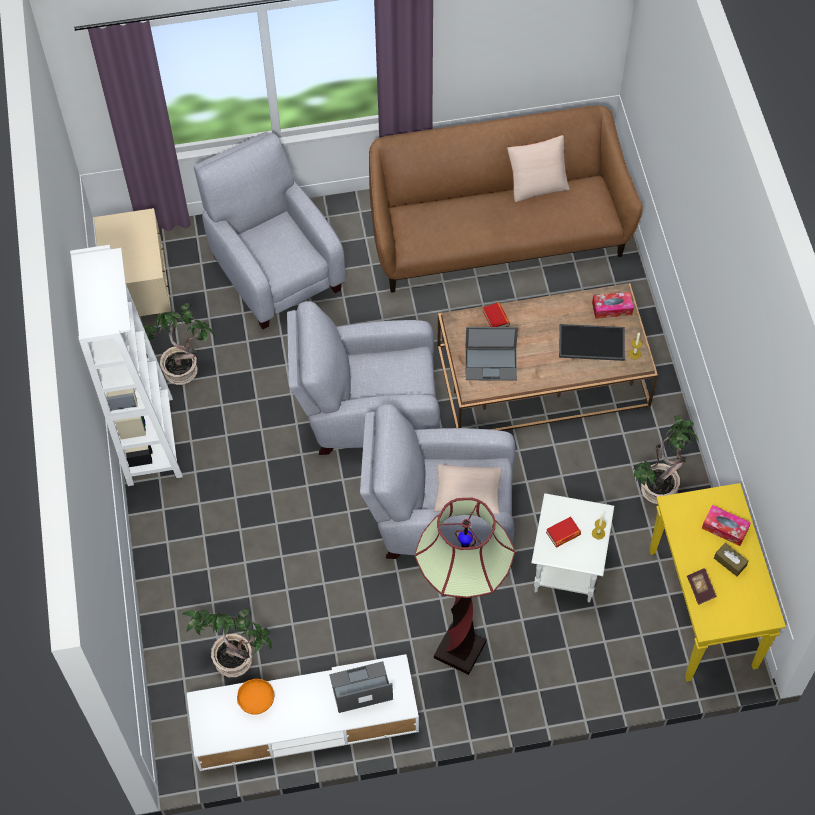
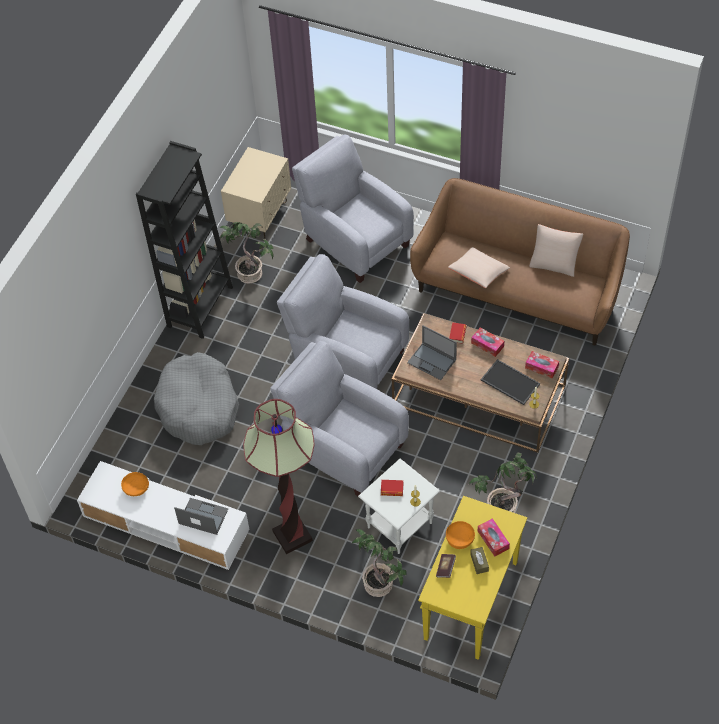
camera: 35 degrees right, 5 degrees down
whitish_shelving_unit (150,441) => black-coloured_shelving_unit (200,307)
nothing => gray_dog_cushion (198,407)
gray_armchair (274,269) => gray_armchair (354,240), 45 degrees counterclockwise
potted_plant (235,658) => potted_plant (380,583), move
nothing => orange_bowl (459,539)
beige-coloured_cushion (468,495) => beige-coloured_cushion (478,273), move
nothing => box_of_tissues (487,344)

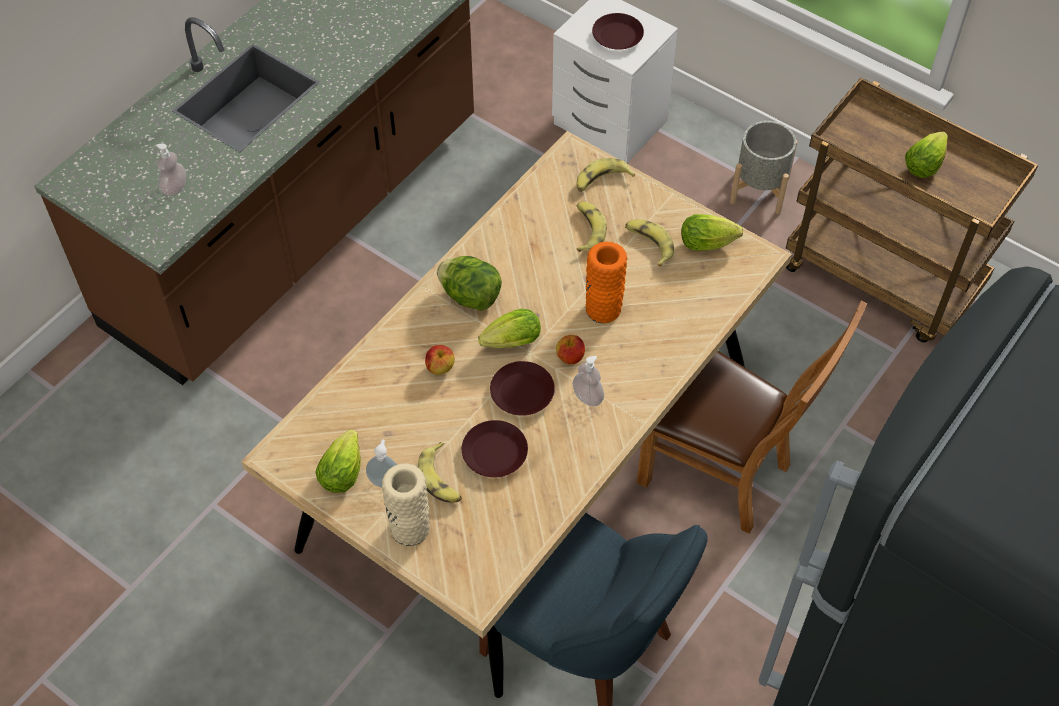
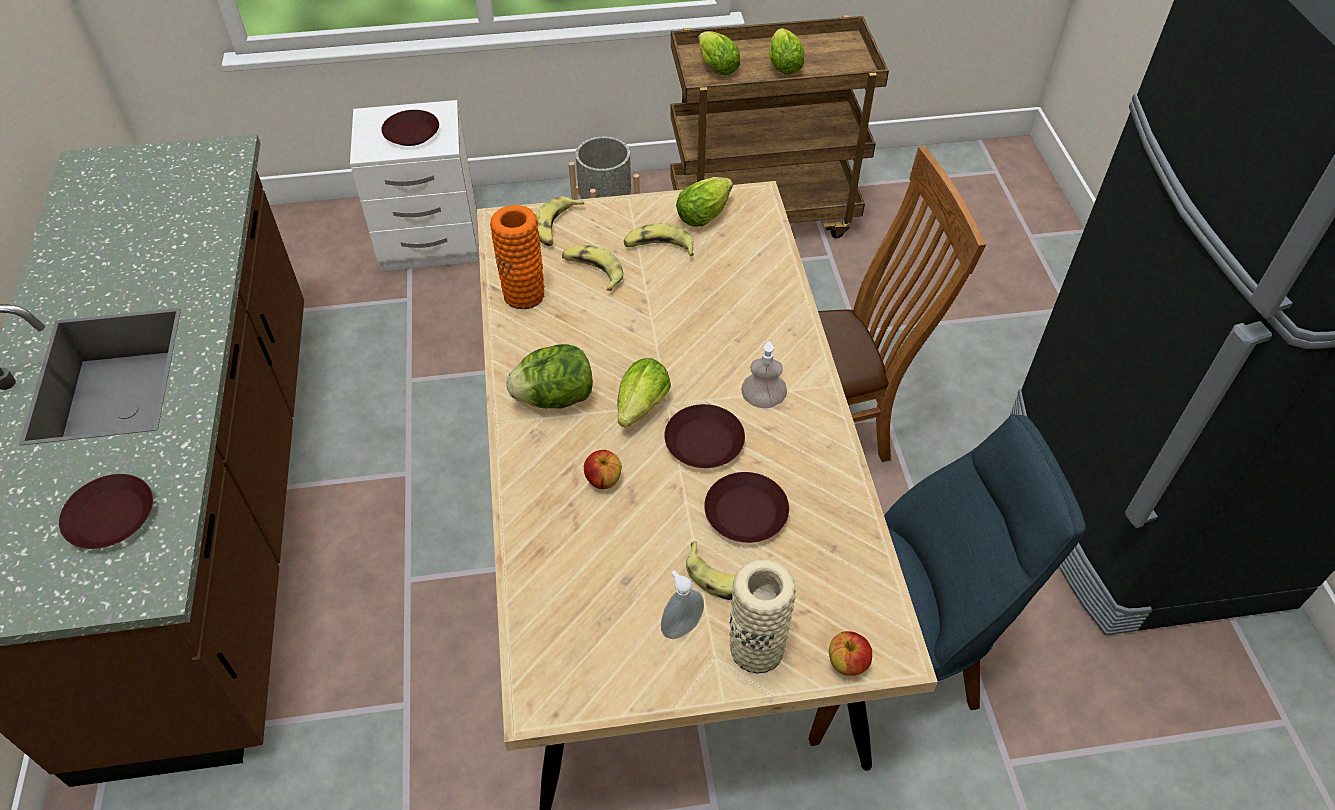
camera: 45 degrees left, 5 degrees down
liquid_soap_bottle (175,187) => brown_dinner_plate (112,517)
orange_vase (603,308) => orange_vase (524,294), move
head_of_lettuce (343,469) => head_of_lettuce (715,66), move
apple (570,357) => apple (847,663), move

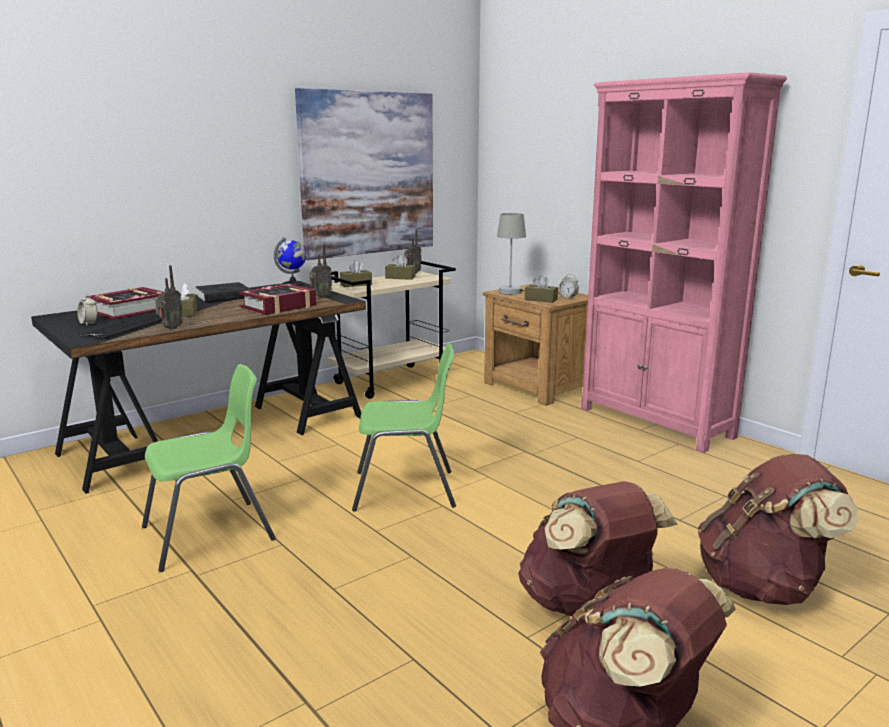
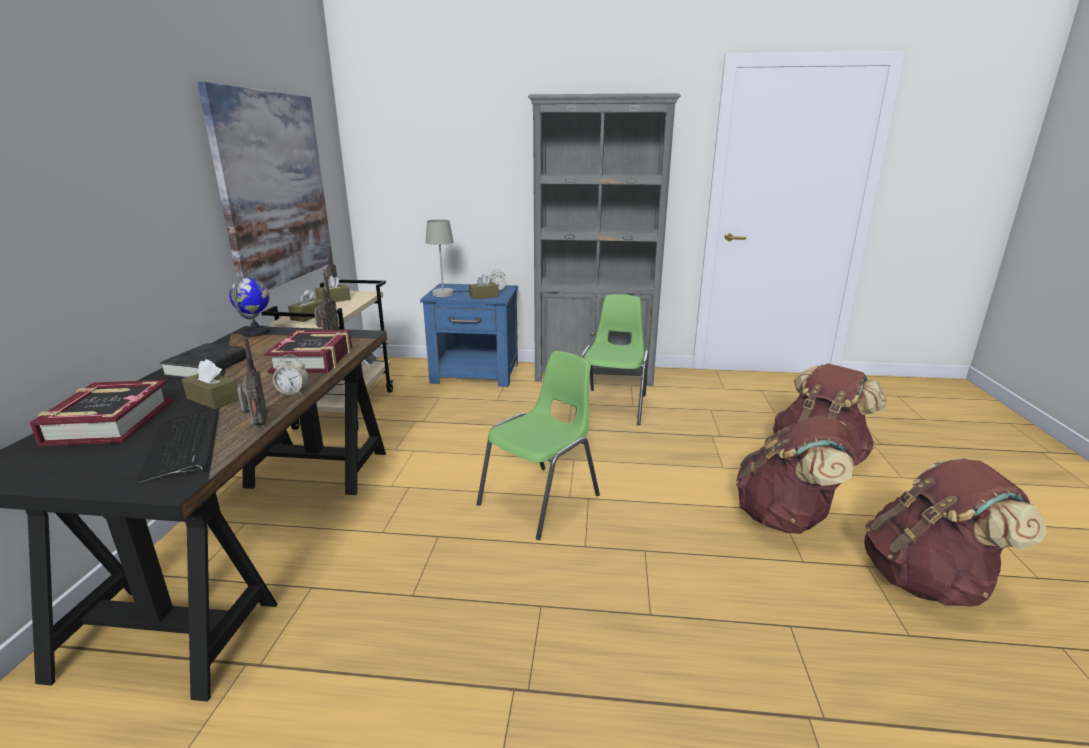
camera: 45 degrees left, 5 degrees up
table_clock (89,324) => table_clock (293,393), move
brown_nightstand (538,387) => bluish_nightstand (476,373)
pink_shelving_unit (656,423) => gray_shelving_unit (595,375)
greenish_upright_chair (211,534) => greenish_upright_chair (613,406), move

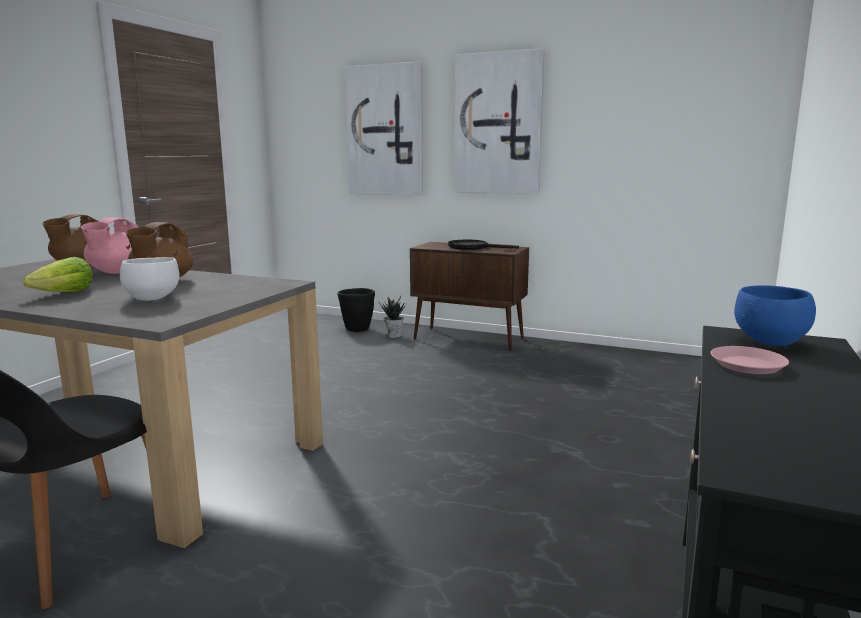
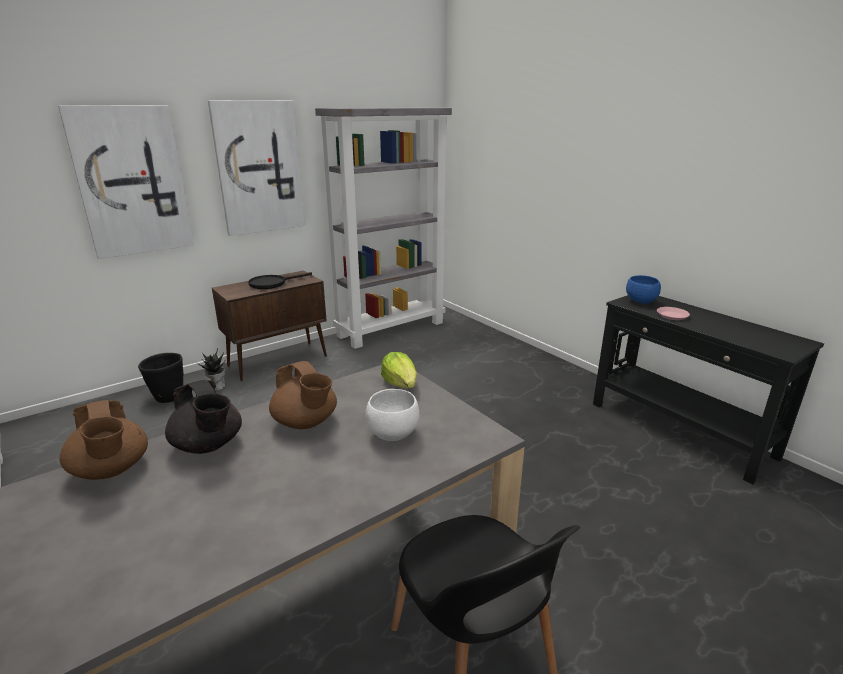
camera: 60 degrees left, 10 degrees up
pink_pot_for_tea (116,272) => black-coloured_pot_for_tea (208,445)
nothing => gray_shelving_unit (391,329)
head_of_lettuce (65,293) => head_of_lettuce (401,384), move

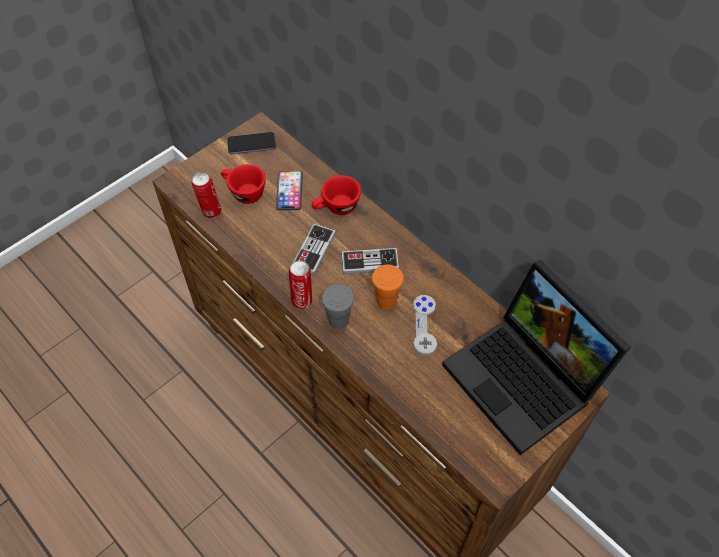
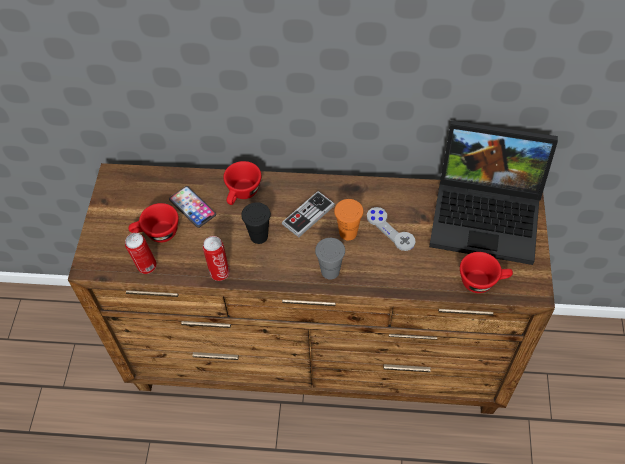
camera: 40 degrees left, 0 degrees up
metal_can (302,300) => metal_can (219,272), move
game_controller (314,250) => black-coloured_drinking_cup (259,236)
nothing => reddish_drinking_cup (482,281)
telephone (251,144) => nothing

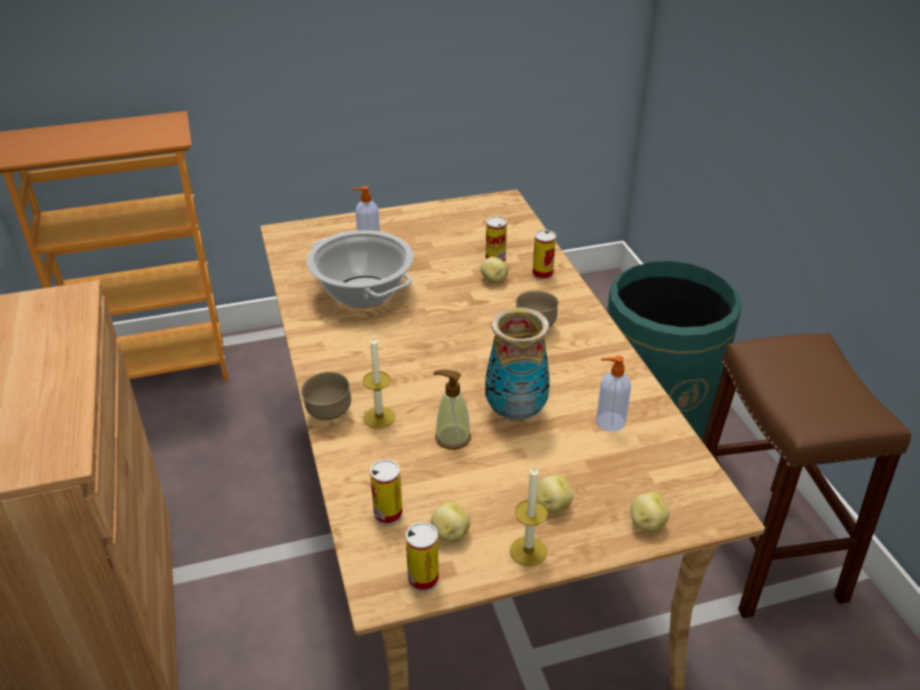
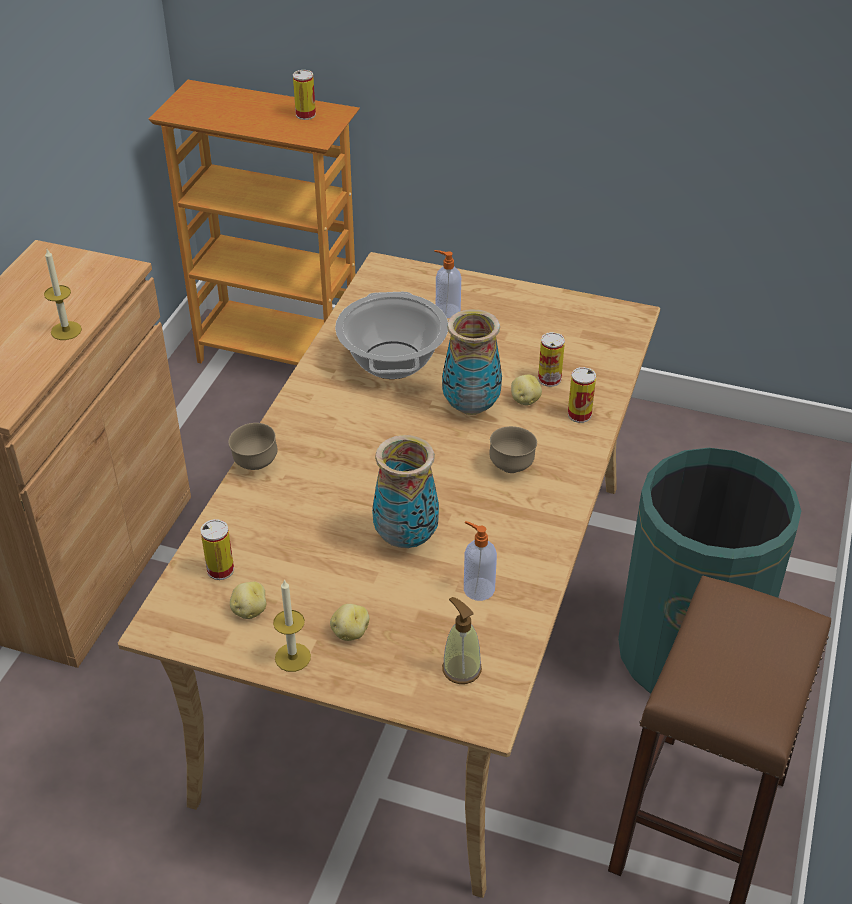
camera: 35 degrees right, 5 degrees up
candle (379,417) => candle (66,331), move
metal_can (423,578) => metal_can (305,115), move
nothing => vase (470,406)
liquid_soap_bottle (452,438) => liquid_soap_bottle (461,669), move
spud (646,523) => nothing

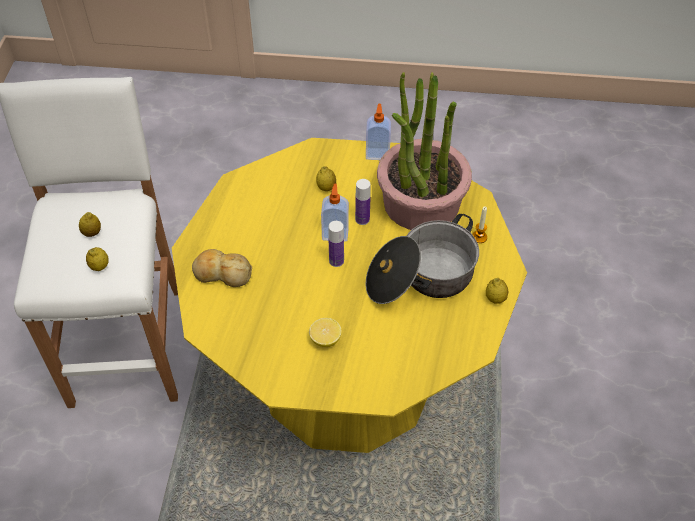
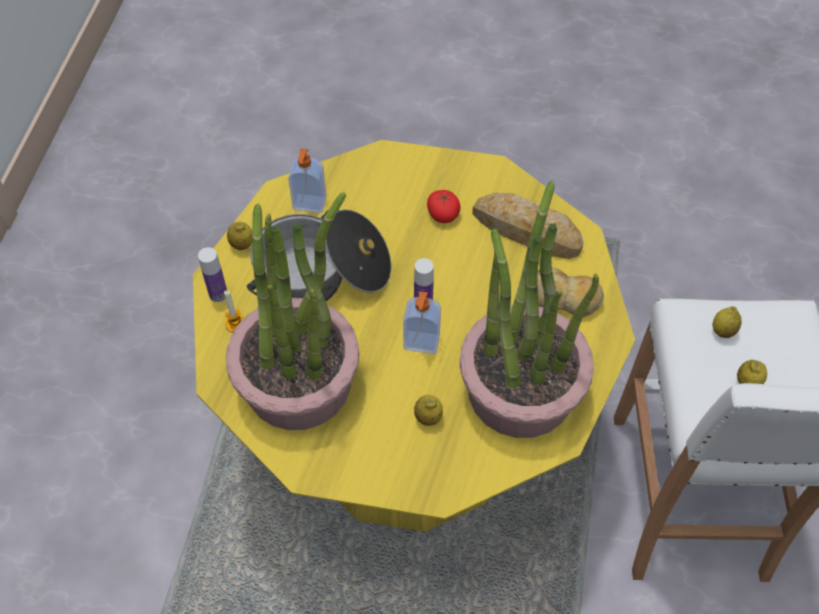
camera: 175 degrees left, 5 degrees up
beverage_bottle (362,219) => beverage_bottle (218,294), move
liquid_soap_bottle (377,153) => liquid_soap_bottle (309,204), move
whole_lemon (325,339) => fresh_tomato (443,214)
nothing => potted_plant (520,388)
nothing => baked_bread (527,230)

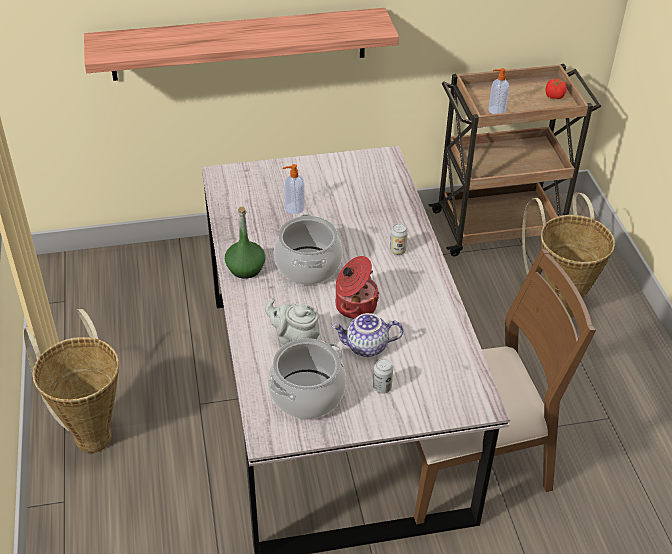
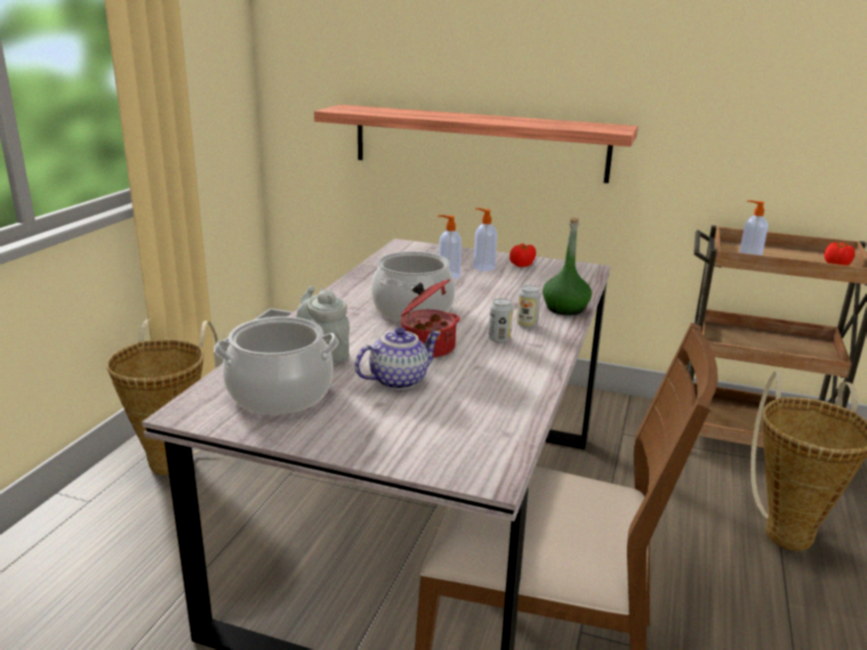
camera: 30 degrees right, 20 degrees down
pot_for_tea (366,347) => pot_for_tea (398,380), 120 degrees clockwise
nothing => liquid_soap_bottle (483,267)
metal_can (382,387) => metal_can (499,339), move
nothing => fresh_tomato (521,265)
greenish_beverage_bottle (246,268) => greenish_beverage_bottle (565,309), move

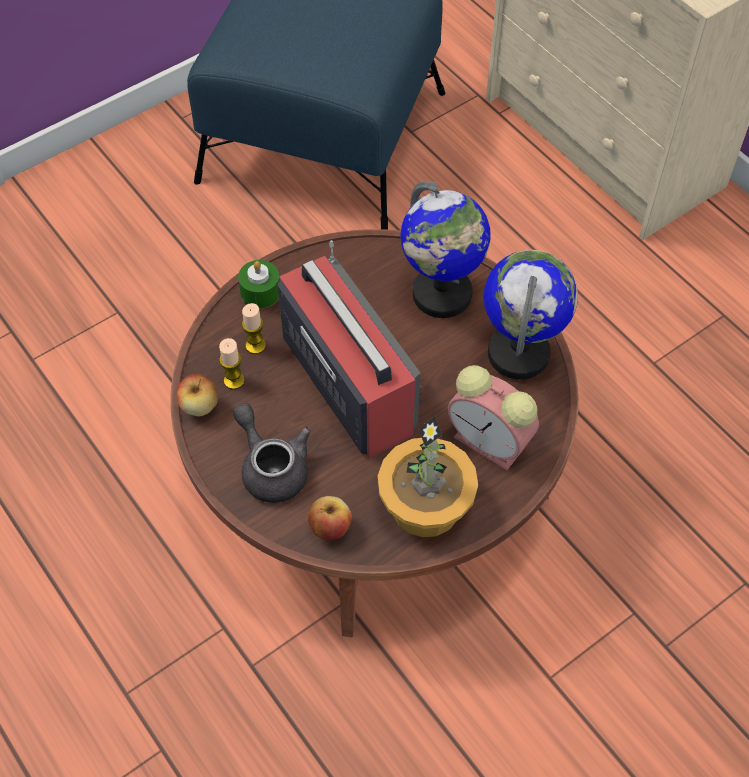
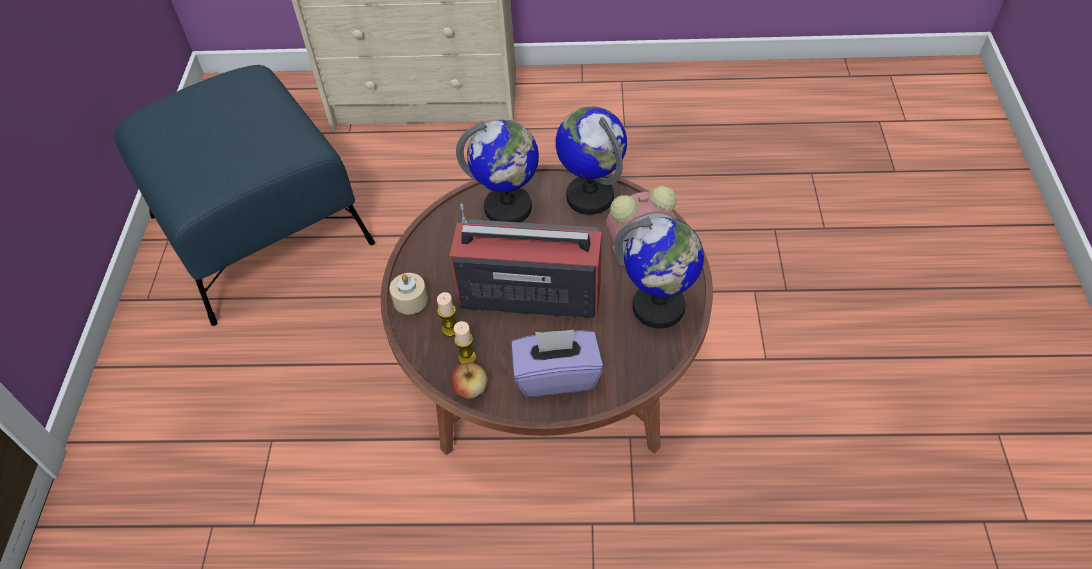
camera: 50 degrees left, 5 degrees down
greenish_candle (260,292) => beige-coloured_candle (410,300)
gray_pot_for_tea (271,467) => purple-coloured_box_of_tissues (557,375)
potted_plant (427,505) => world_globe (658,307)
apple (330,527) => nothing

